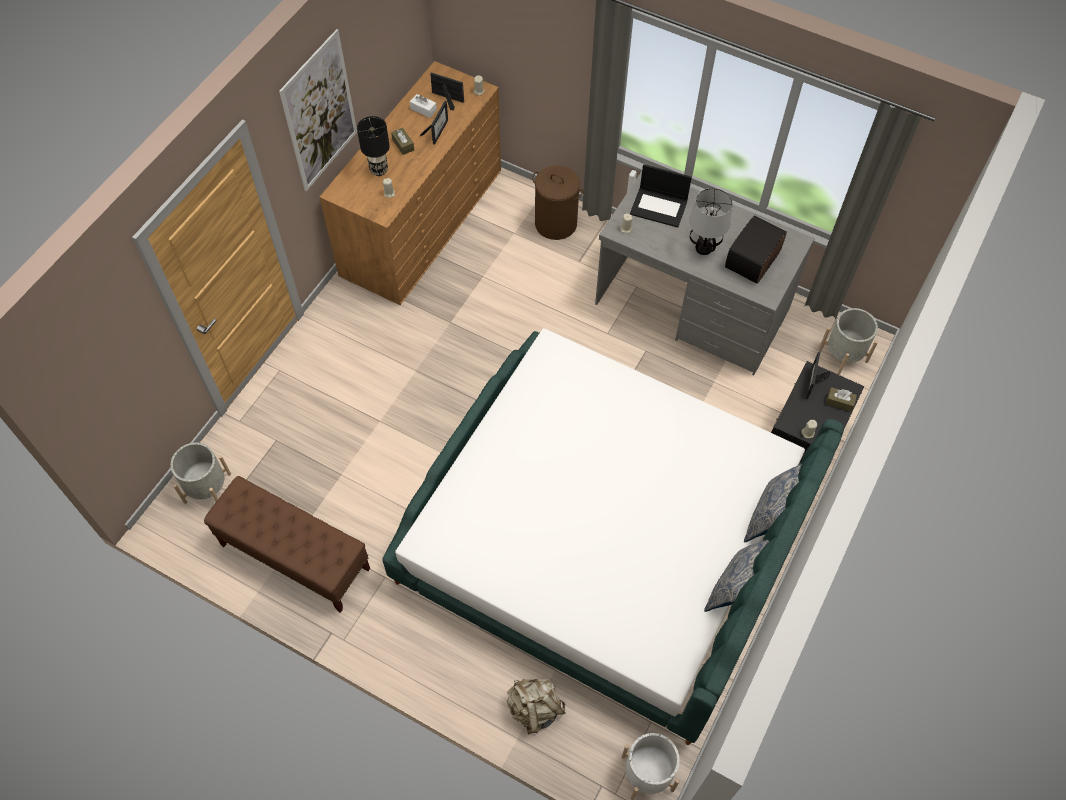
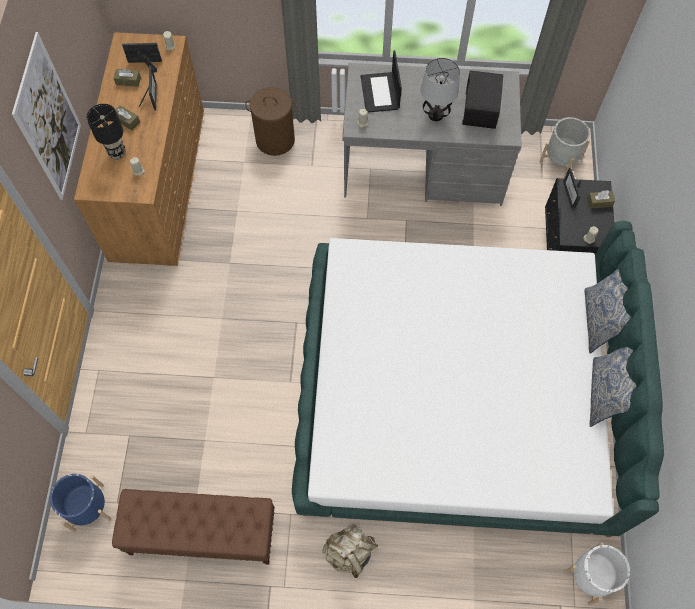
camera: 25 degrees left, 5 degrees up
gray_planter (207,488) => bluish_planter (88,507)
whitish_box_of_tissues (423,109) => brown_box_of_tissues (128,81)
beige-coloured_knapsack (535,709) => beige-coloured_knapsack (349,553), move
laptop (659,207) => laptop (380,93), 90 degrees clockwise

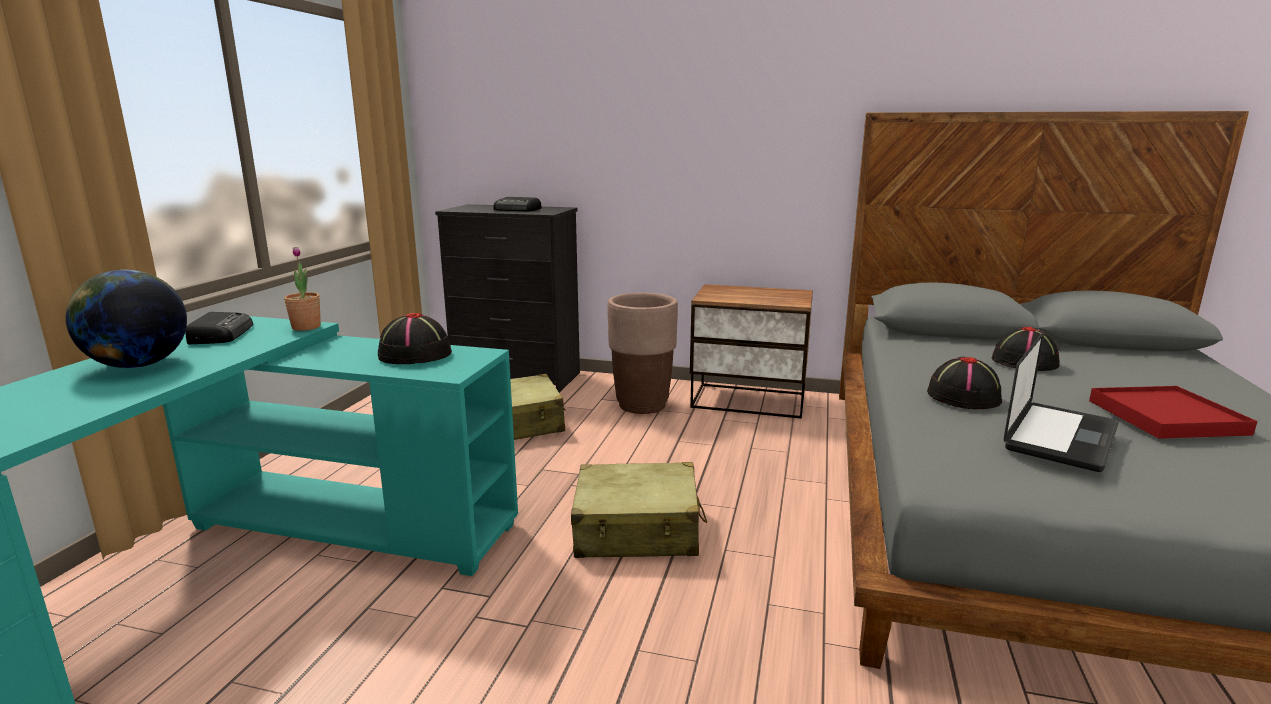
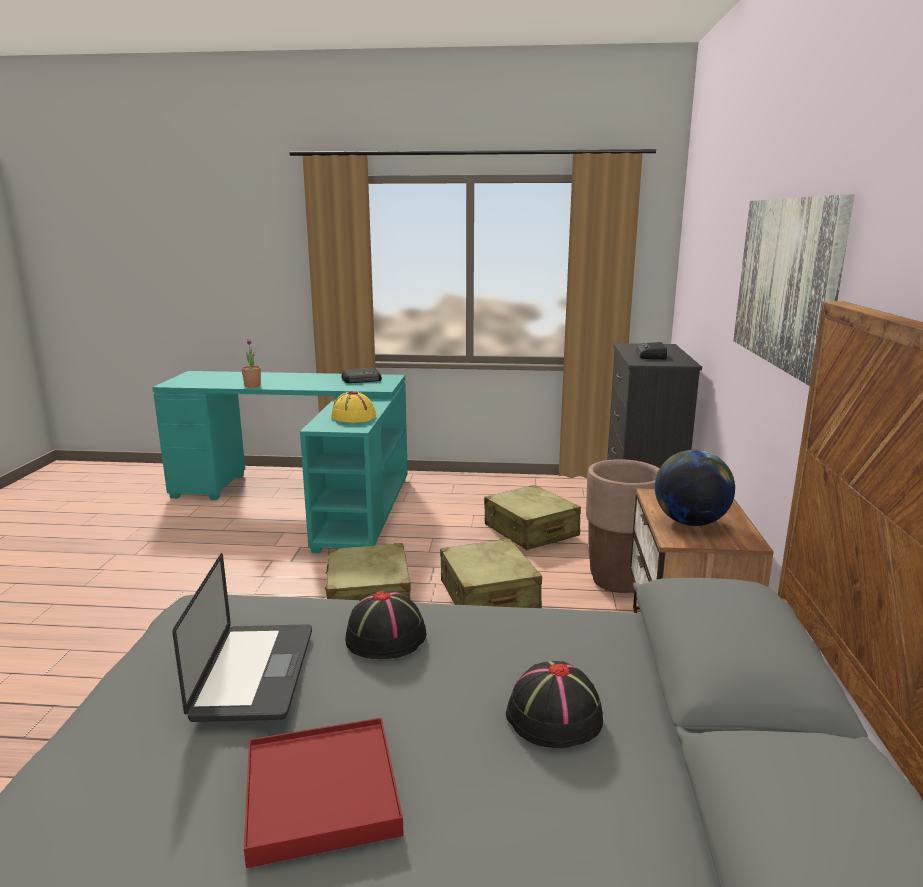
camera: 80 degrees right, 0 degrees up
laptop (1061,437) => laptop (254,673), 120 degrees counterclockwise
potted_plant (306,327) => potted_plant (252,386), move
black-coloured_wearable_hat (414,355) => yellow-coloured_wearable_hat (353,417)
nothing => beige-coloured_suitcase (488,596)
world_globe (138,365) => world_globe (690,522), move
nothing => wall_art (787,282)

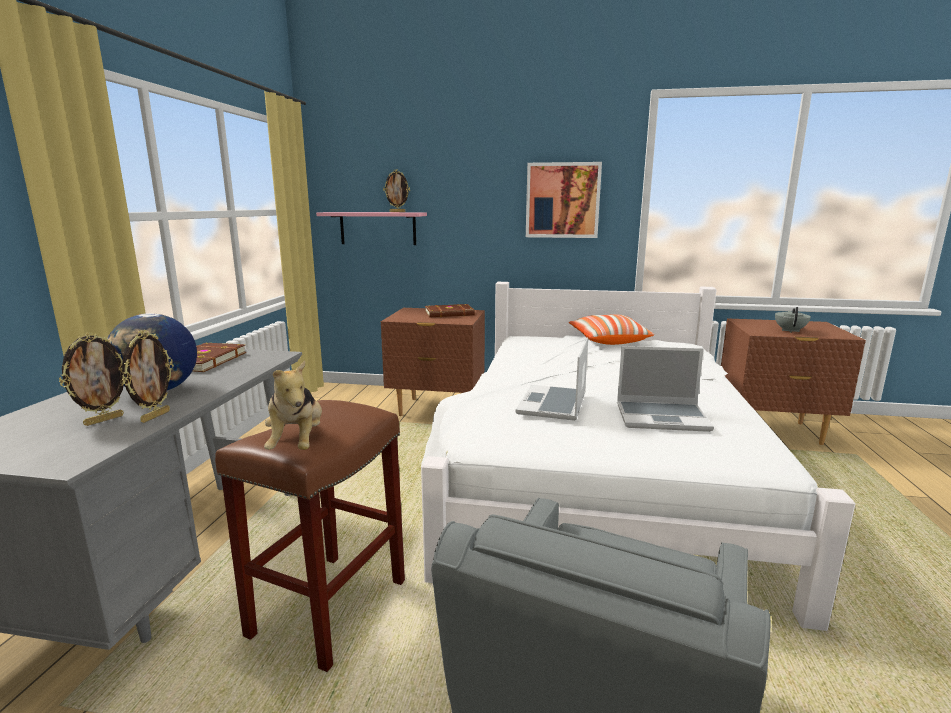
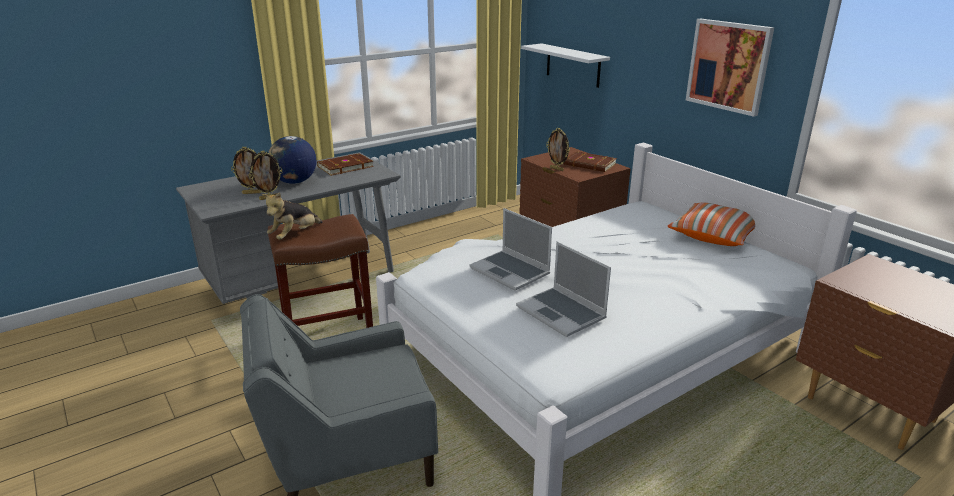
camera: 45 degrees right, 10 degrees up
laptop (553,405) => laptop (511,271), 105 degrees counterclockwise
pink_bracket_shelf (378,228) => whitish_bracket_shelf (573,65)
standing_frame (397,212) => standing_frame (557,169), move
gray_pot_for_tea (790,331) => nothing

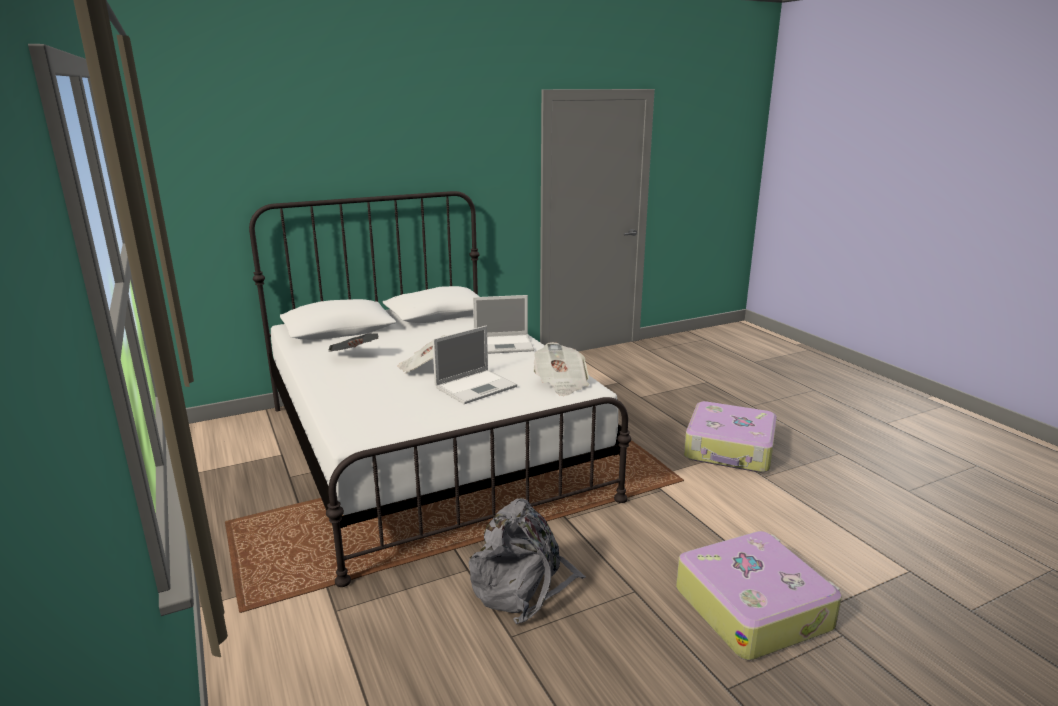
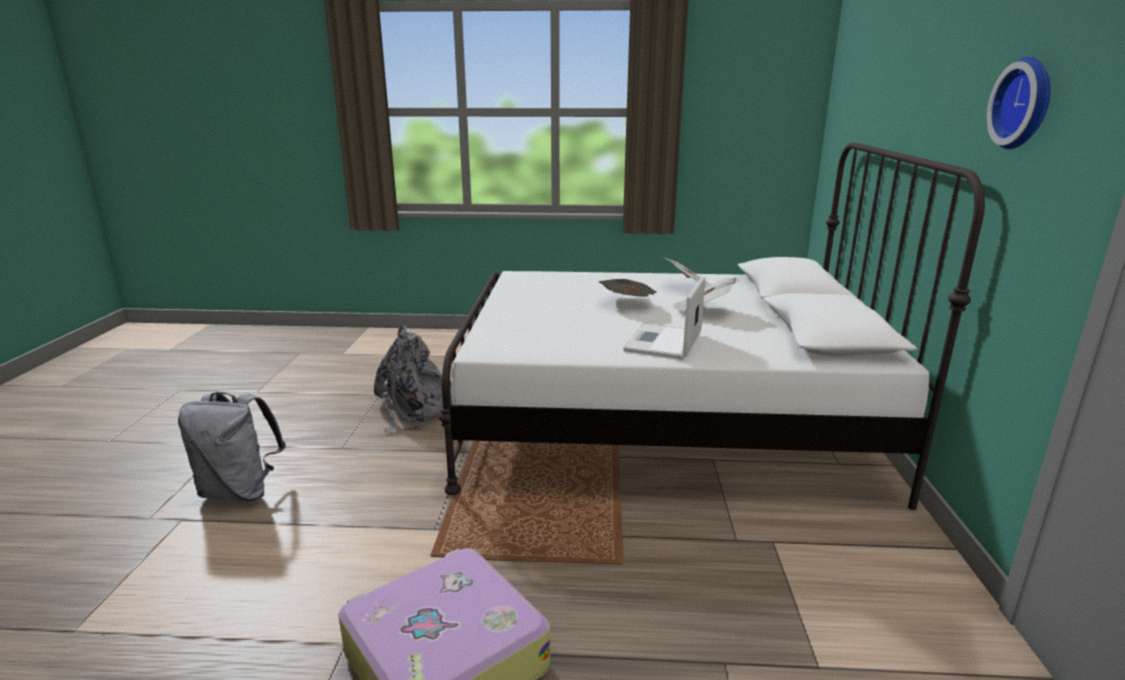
camera: 120 degrees right, 0 degrees up
suitcase (753,607) => gray_knapsack (240,491)
printed_paper (561,384) => printed_paper (702,310), move
nothing => wall_clock (1026,104)
laptop (477,386) => nothing

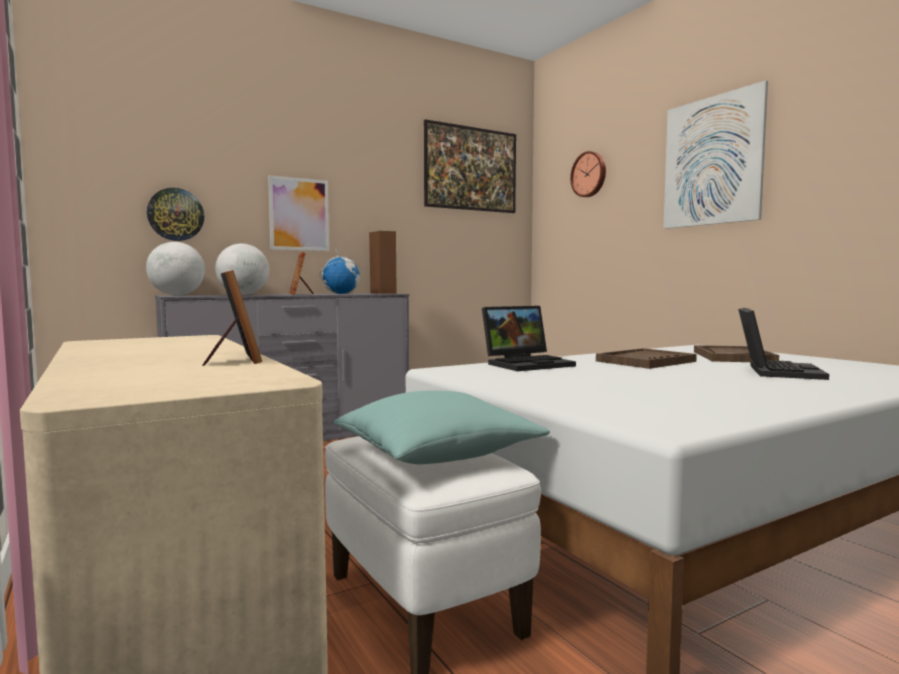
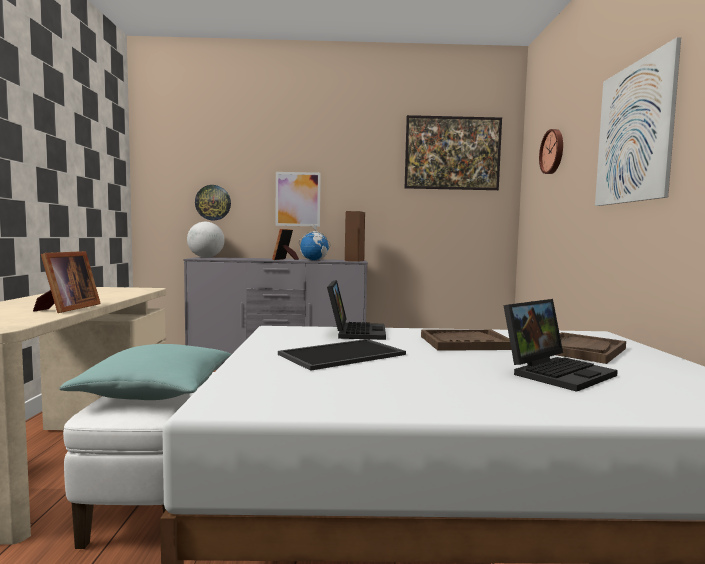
camera: 30 degrees right, 0 degrees up
nothing => tray (342,354)
laptop (528,364) => laptop (355,332), 90 degrees counterclockwise
world_globe (243,294) => nothing

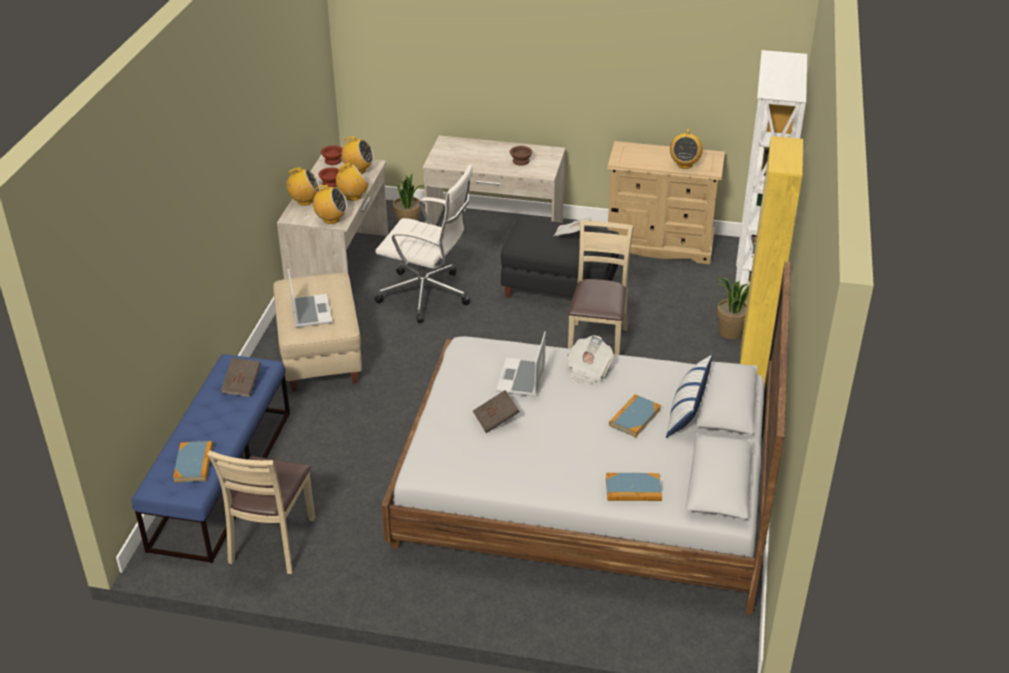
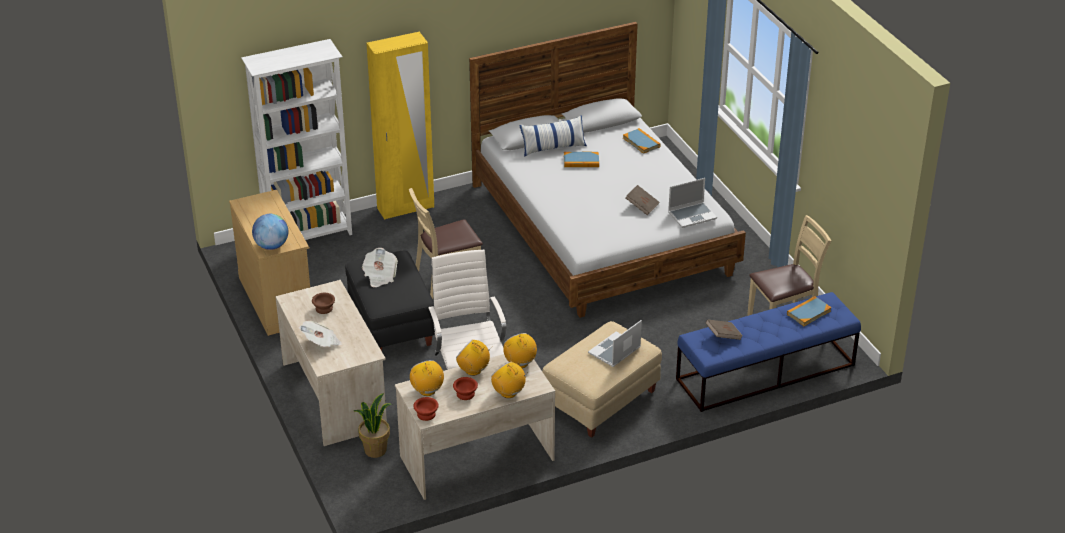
camera: 125 degrees left, 0 degrees up
nothing => world_globe (271,246)
printed_paper (587,371) => printed_paper (321,343), move
laptop (522,379) => laptop (692,215), move
radio_set (684,164) => nothing
potted_plant (729,333) => nothing

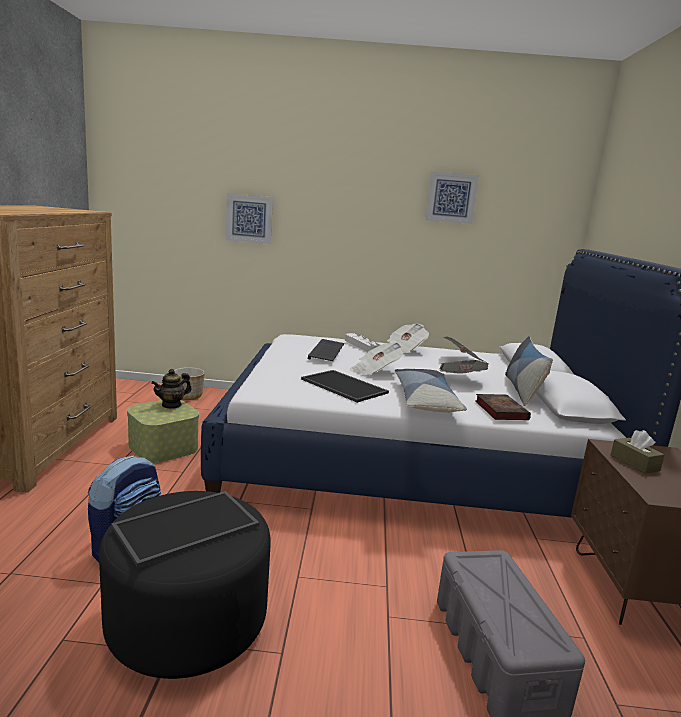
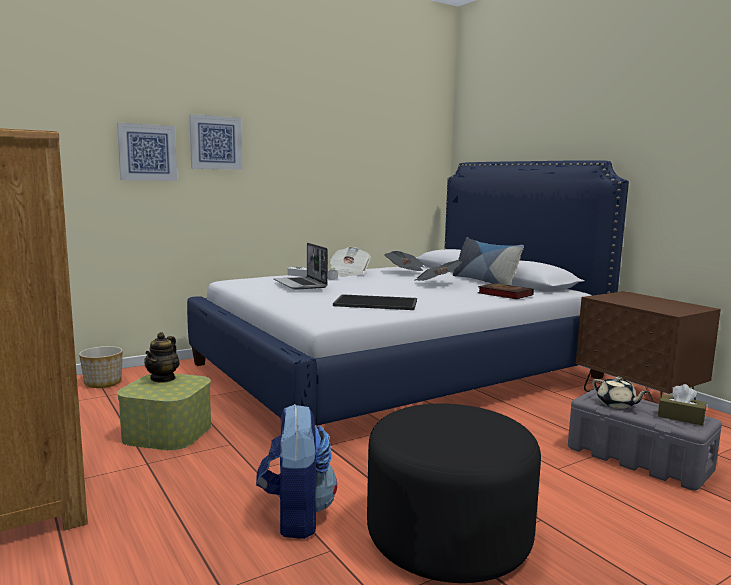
camera: 35 degrees left, 5 degrees down
wall_art (451,198) => wall_art (215,143), move
computer_keyboard (327,352) => laptop (301,284)
nothing => beige-coloured_pot_for_tea (616,404)
brown_box_of_tissues (634,463) => brown_box_of_tissues (680,417), move
tray (187,525) => nothing
printed_paper (375,371) => nothing
cushion (425,400) => nothing

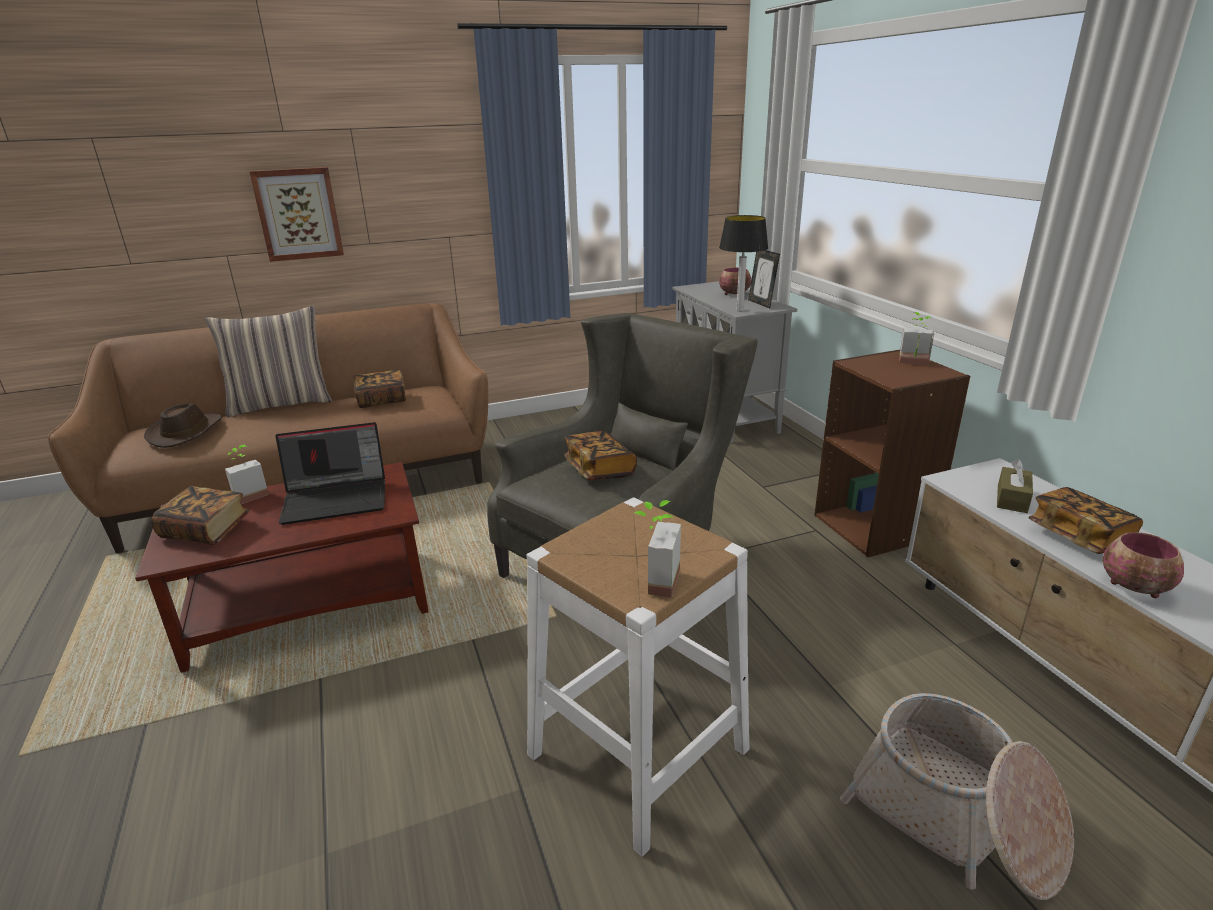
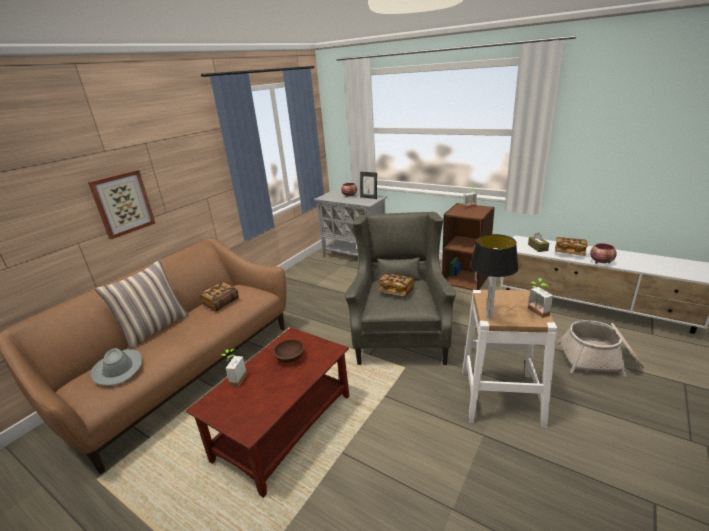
camera: 35 degrees left, 0 degrees up
brown_wearable_hat (186,432) => gray_wearable_hat (118,368)
laptop (337,498) => brown_bowl (290,357)
lamp_for_a_table (740,310) => lamp_for_a_table (489,316), move
bound_book (206,530) => nothing

